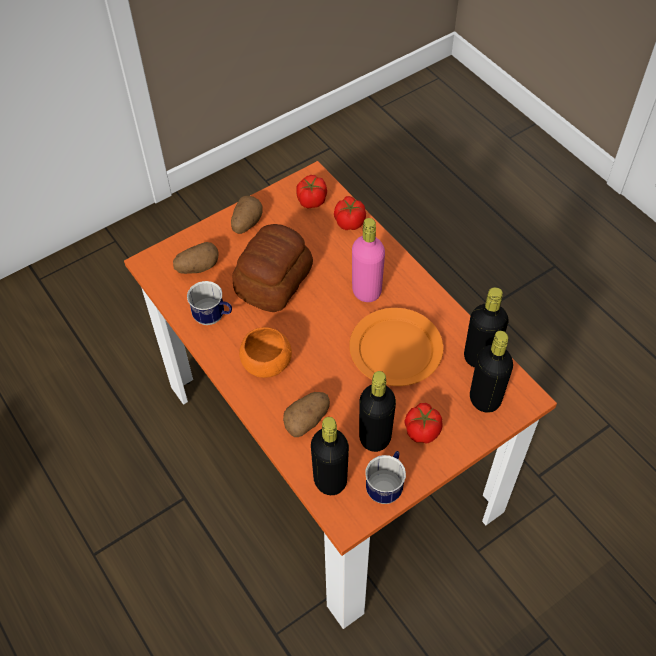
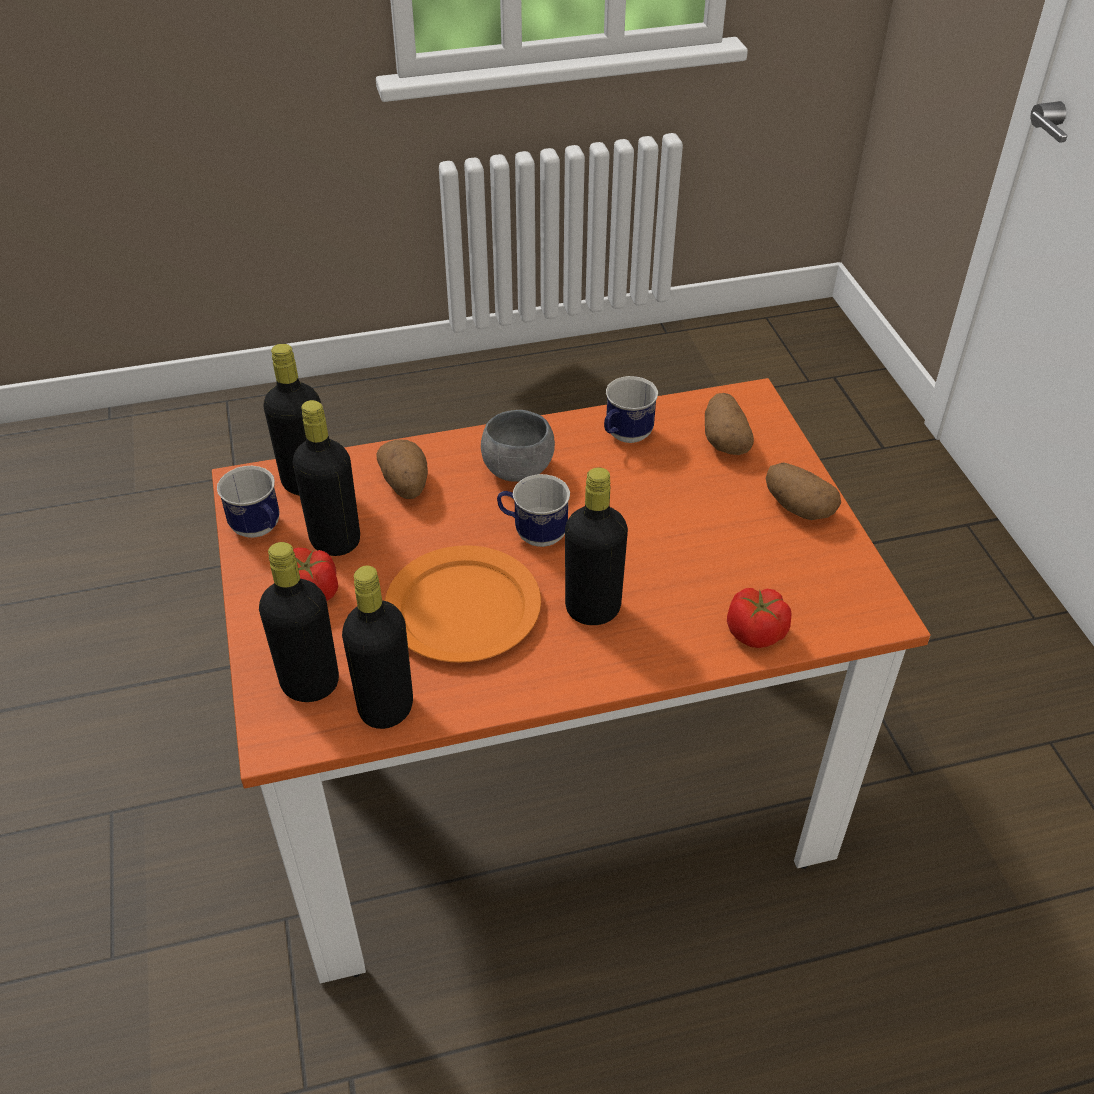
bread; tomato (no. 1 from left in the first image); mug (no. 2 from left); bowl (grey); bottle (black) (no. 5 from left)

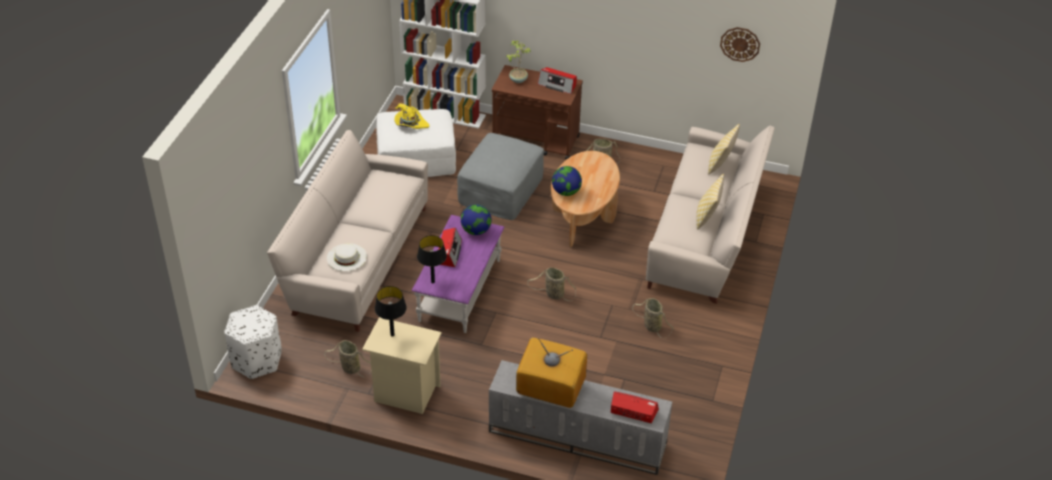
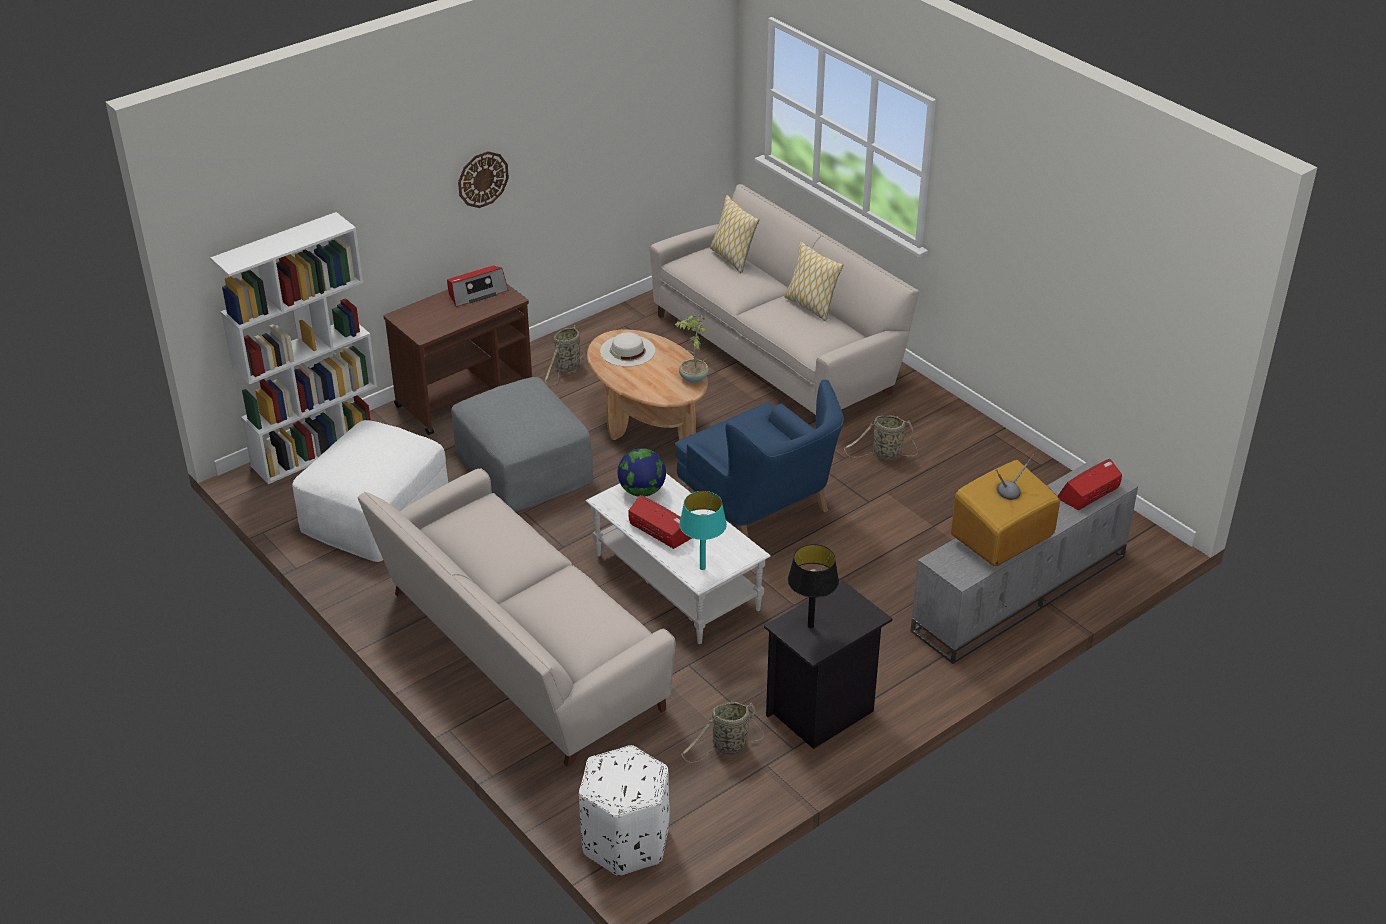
hat (yellow); globe (no. 2 from left in the first image); hat (white); potted plant; wall clock; armchair (blue); nightstand (black); coffee table (white); table lamp (turquoise)

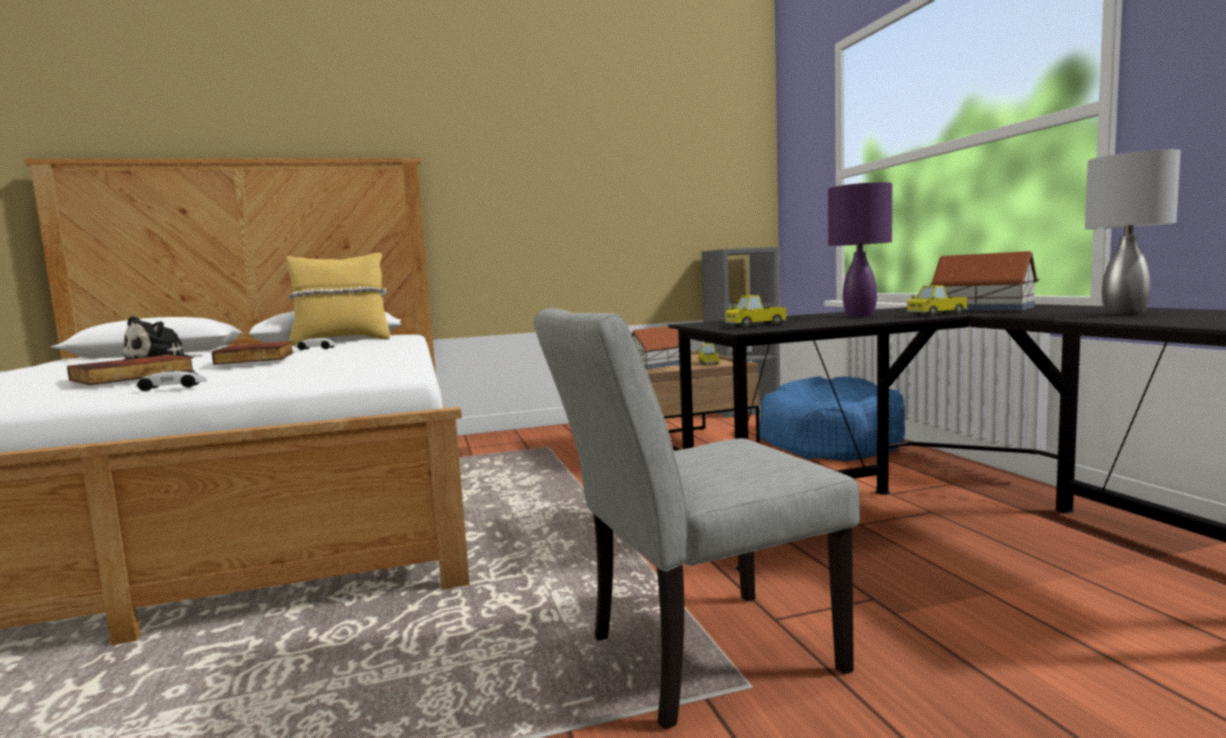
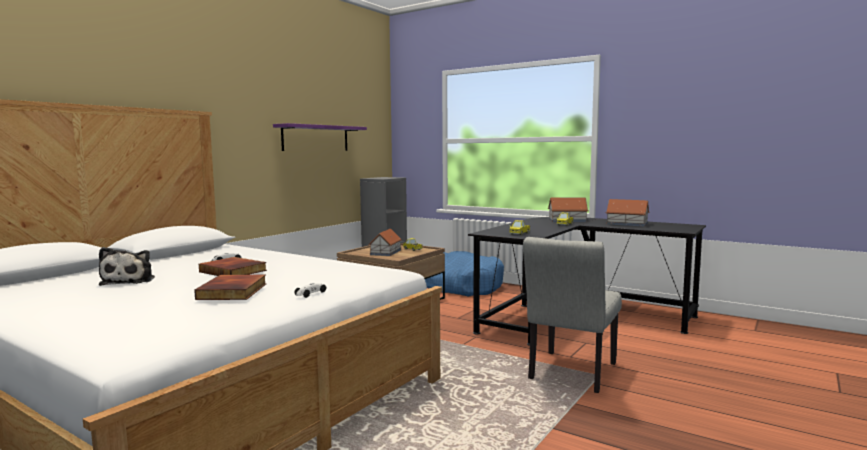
pillow (yellow); table lamp (purple); shelf (purple); toy house (no. 3 from left)

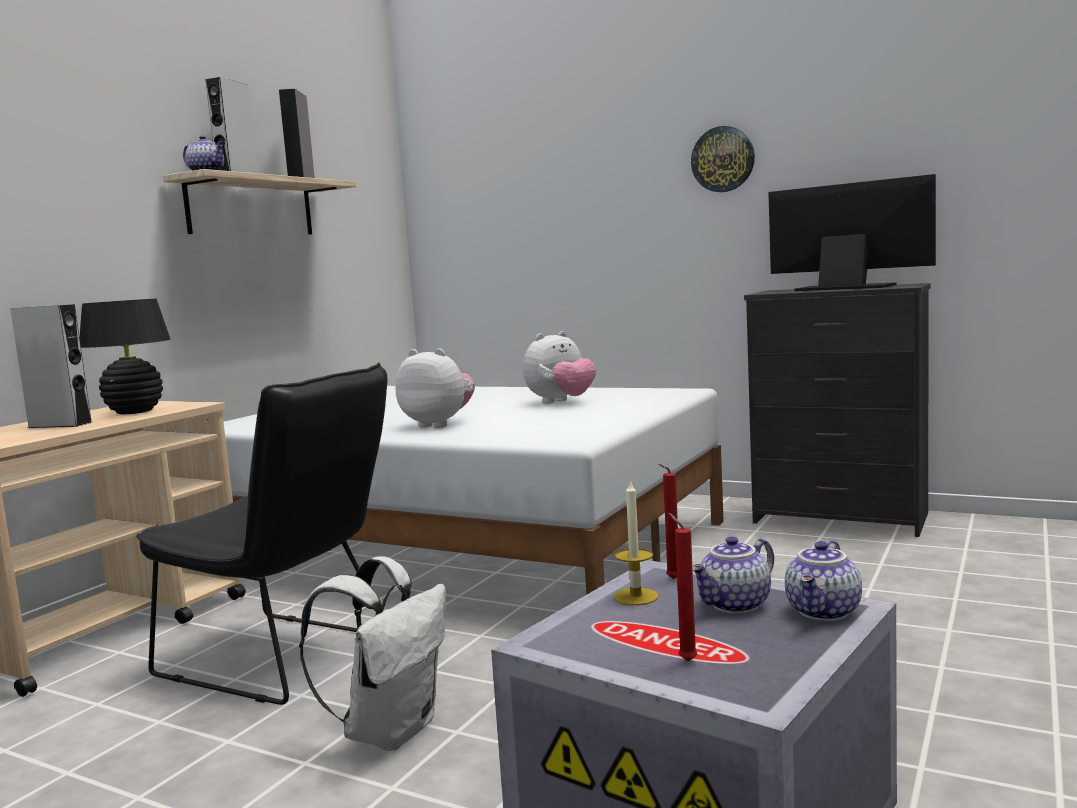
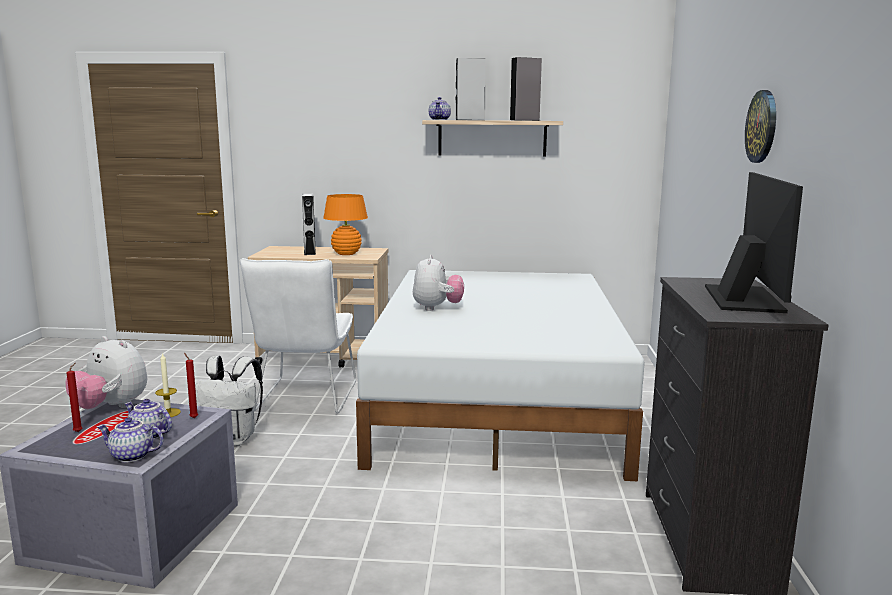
plush toy (no. 1 from left); table lamp (orange); chair (white)

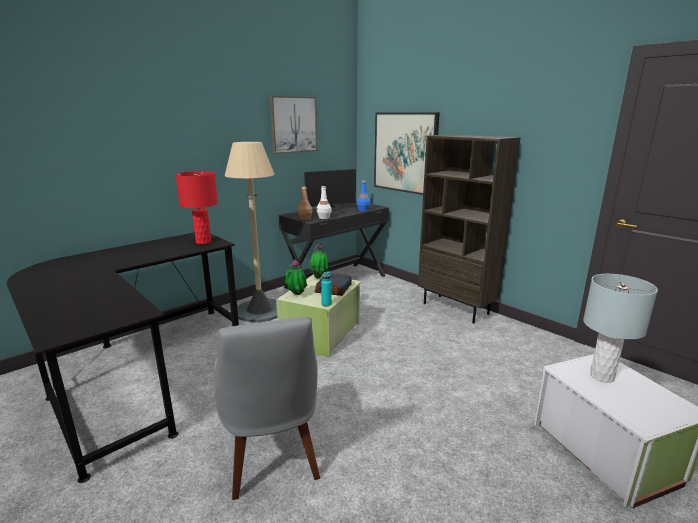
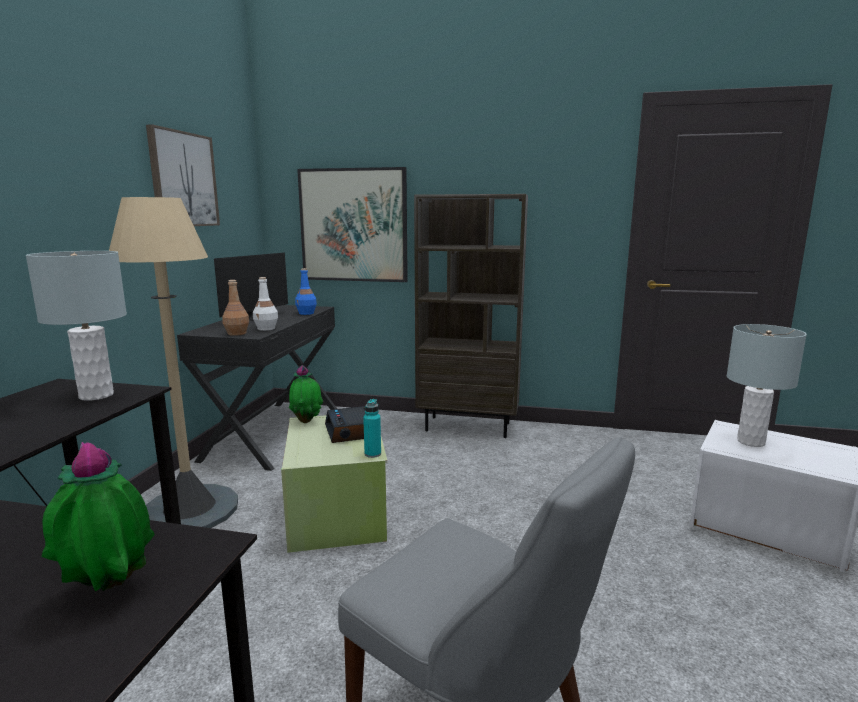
potted plant (no. 1 from left); table lamp (grey) (no. 1 from left)

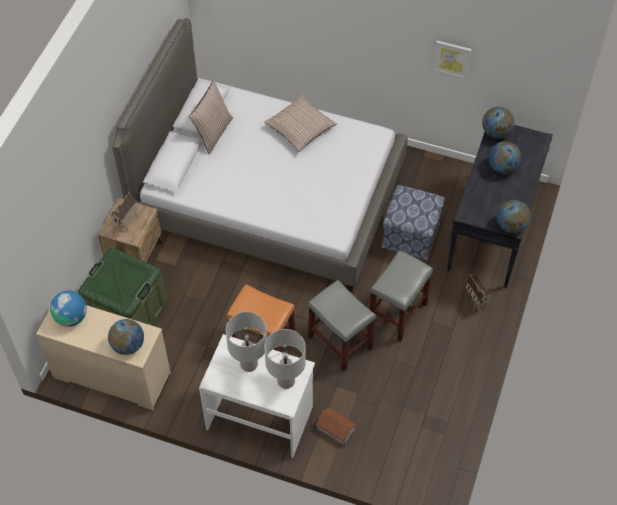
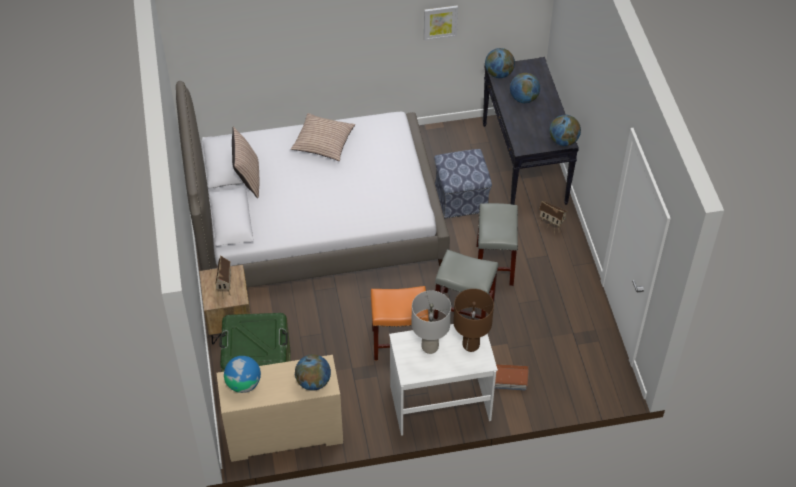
table lamp (brown)

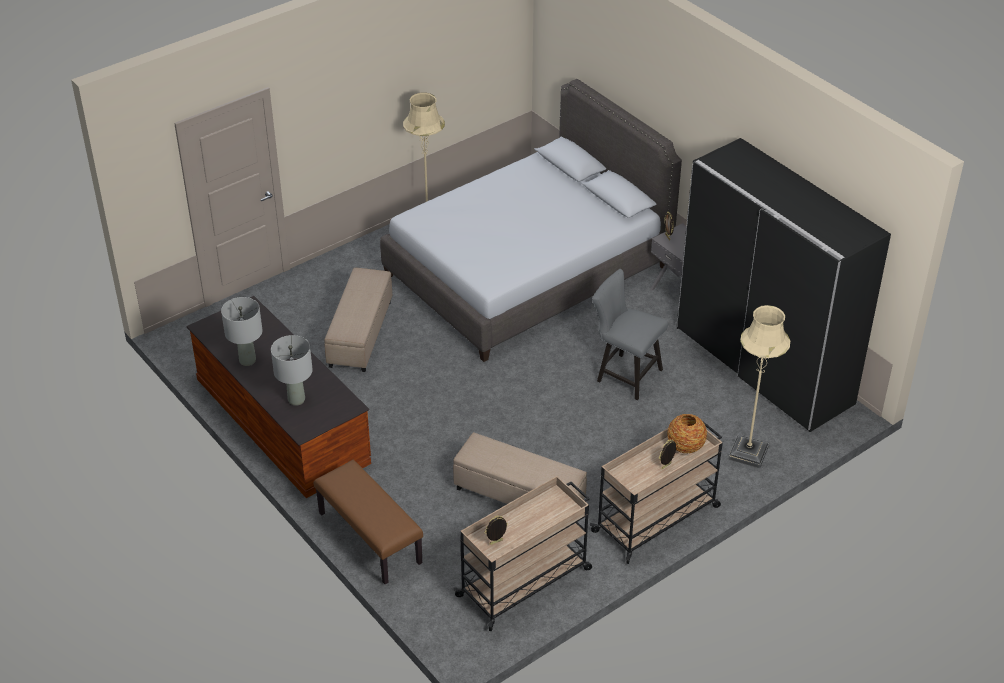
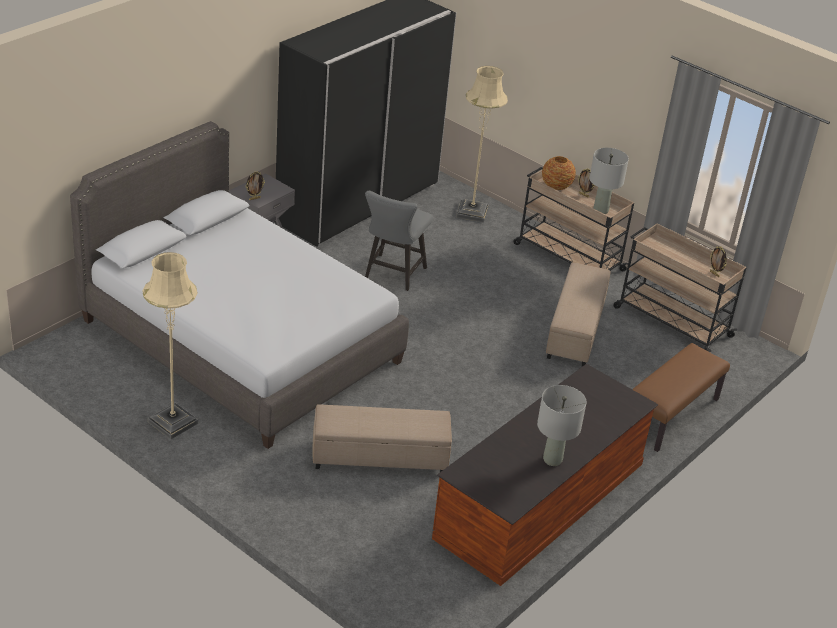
table lamp (grey) (no. 2 from left)

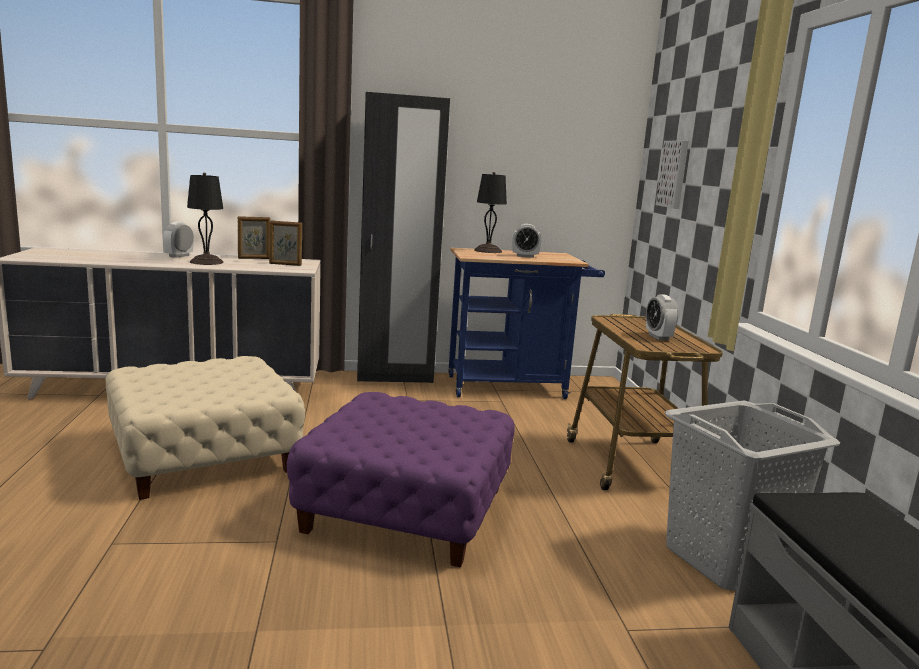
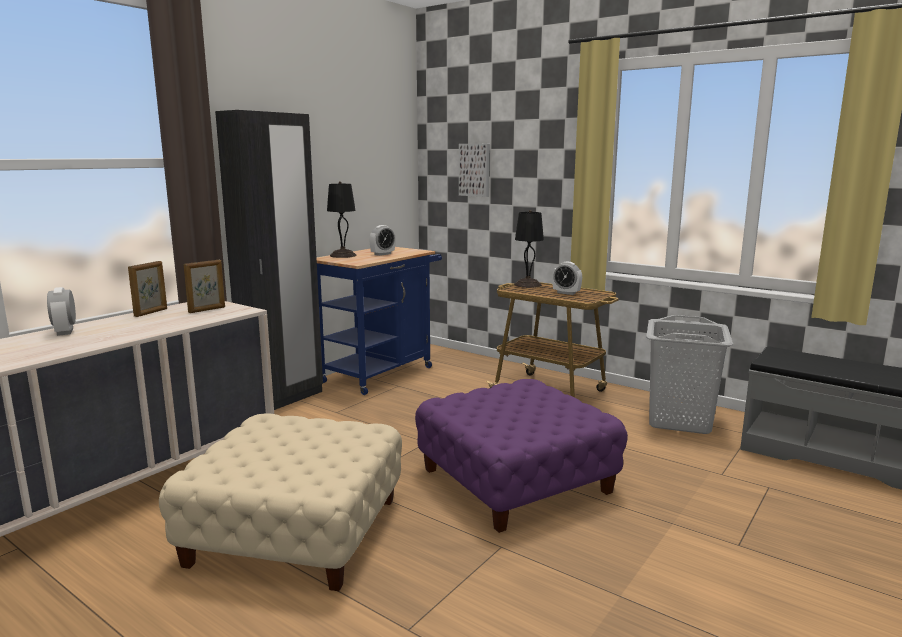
table lamp (black) (no. 2 from left)

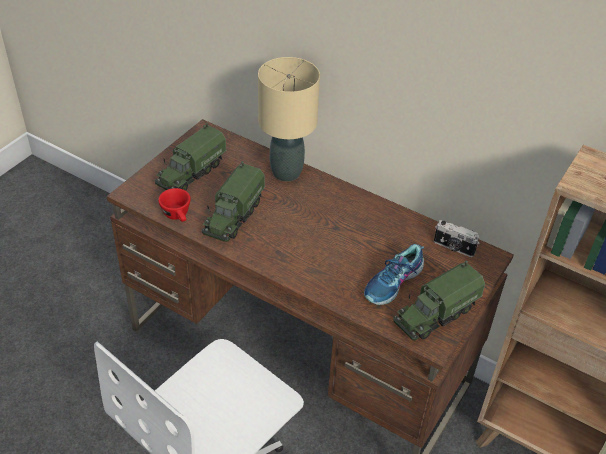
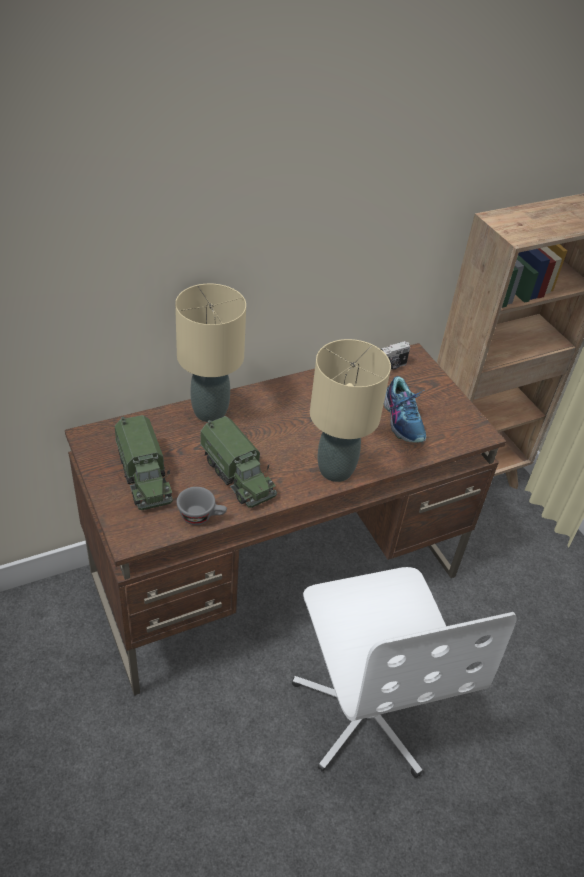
toy truck (no. 3 from left in the first image); table lamp (beige) (no. 2 from left); cup (grey)

